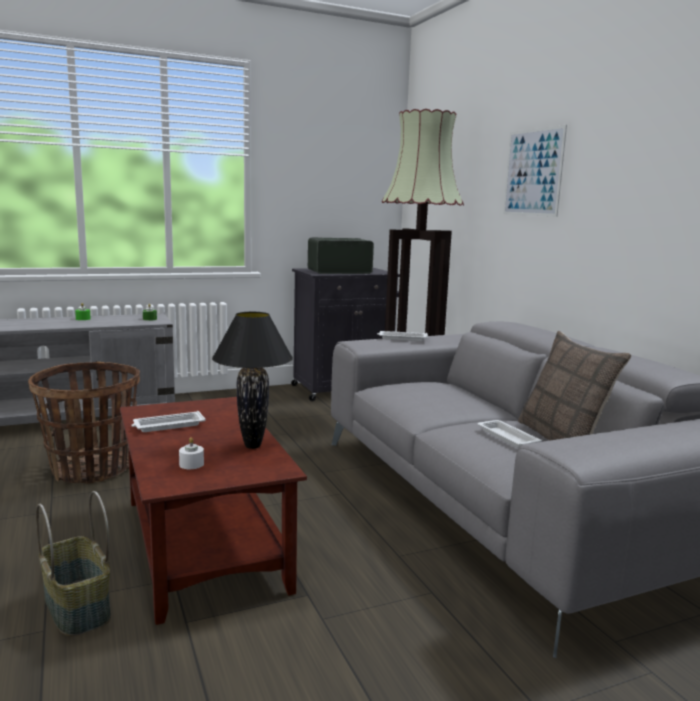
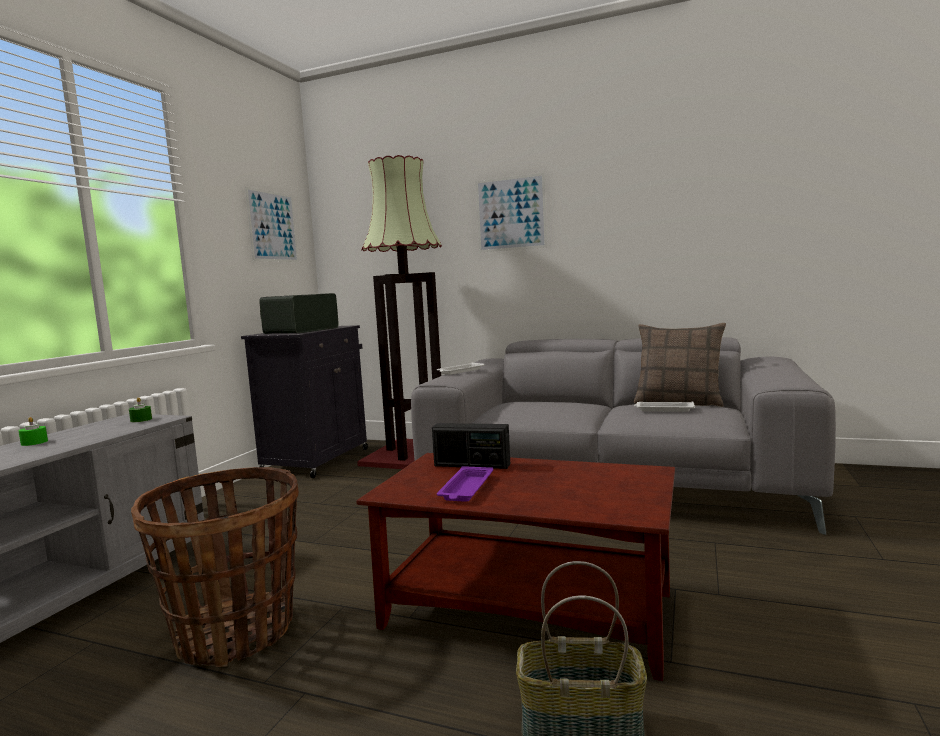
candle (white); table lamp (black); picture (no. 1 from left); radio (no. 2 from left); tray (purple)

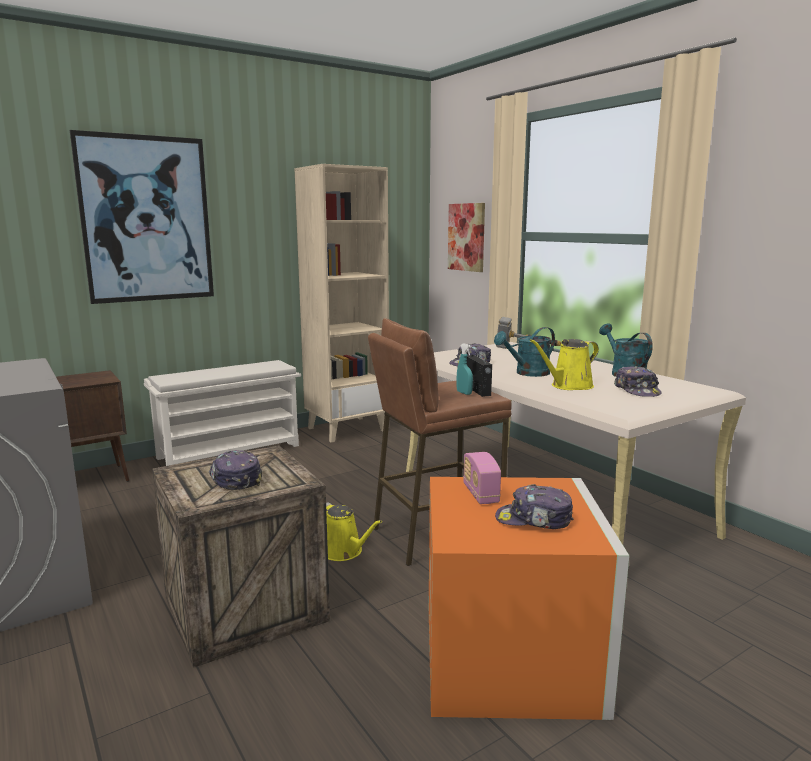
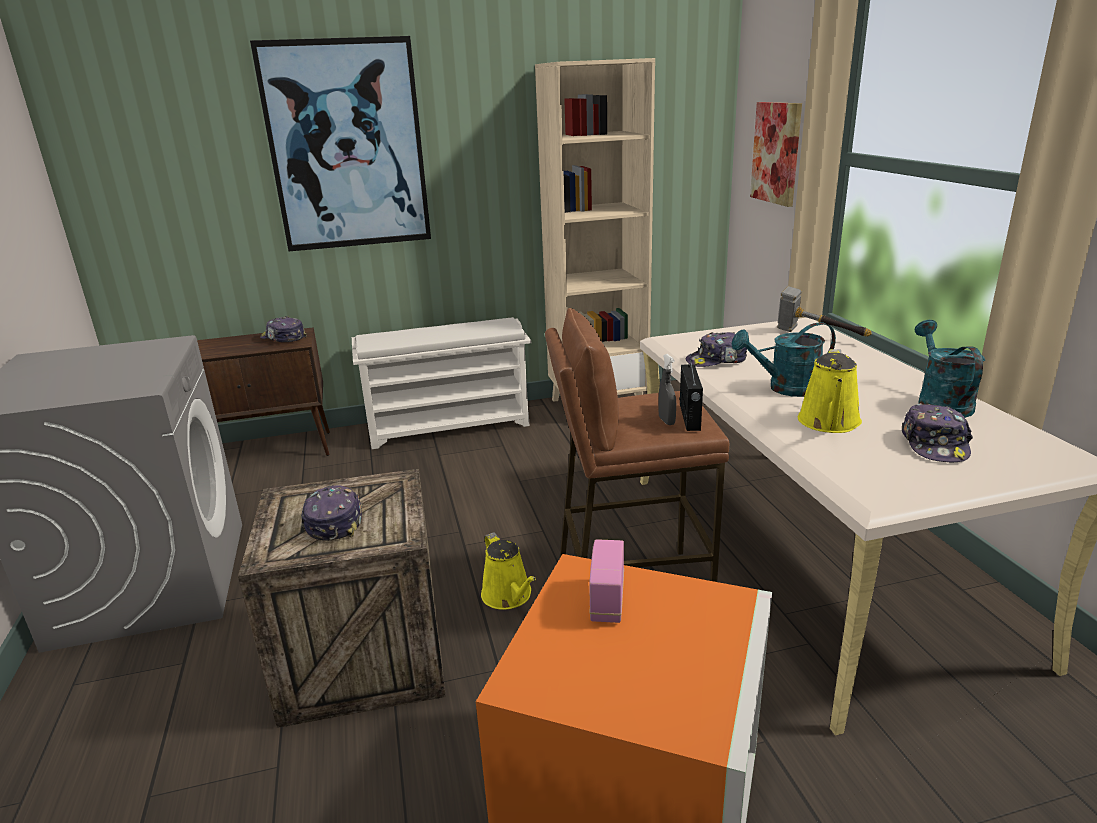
cap (no. 1 from left); spray bottle (grey); watering can (yellow) (no. 2 from left)

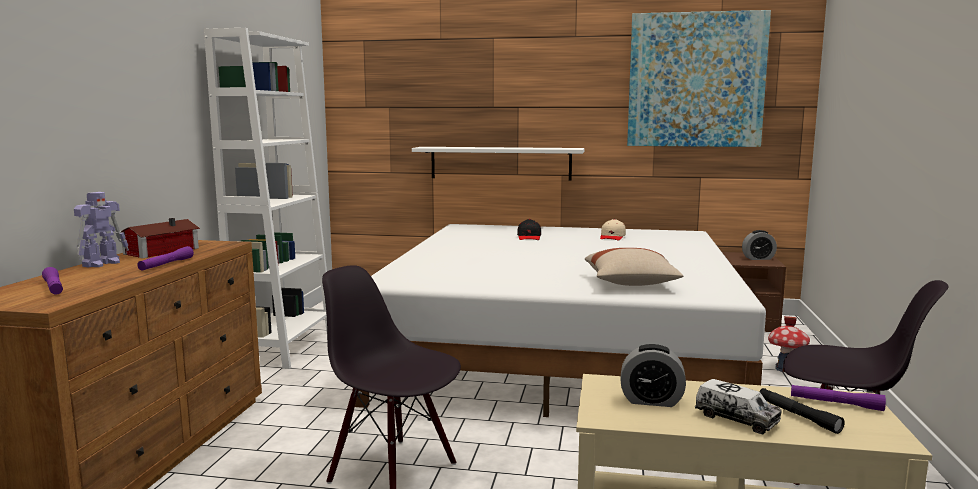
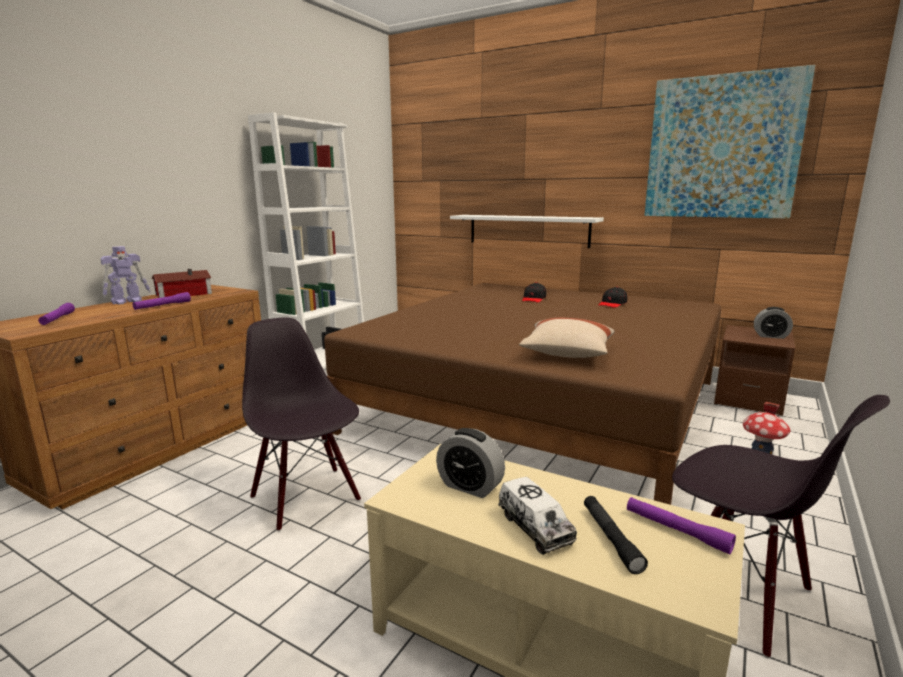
bed (brown); cap (black) (no. 2 from left)

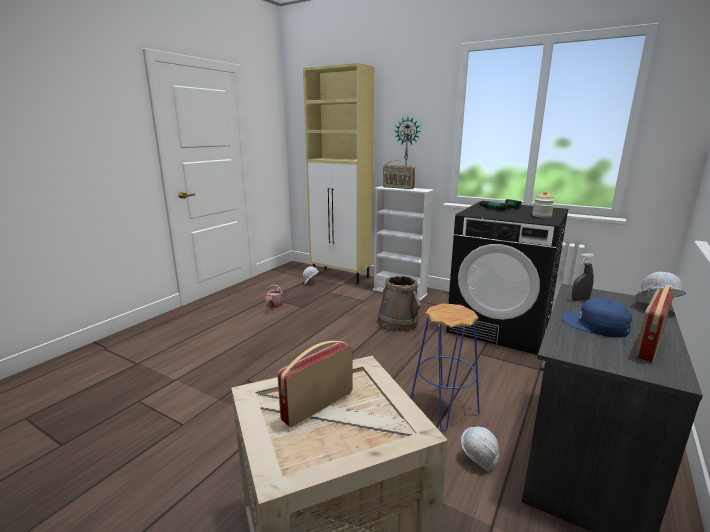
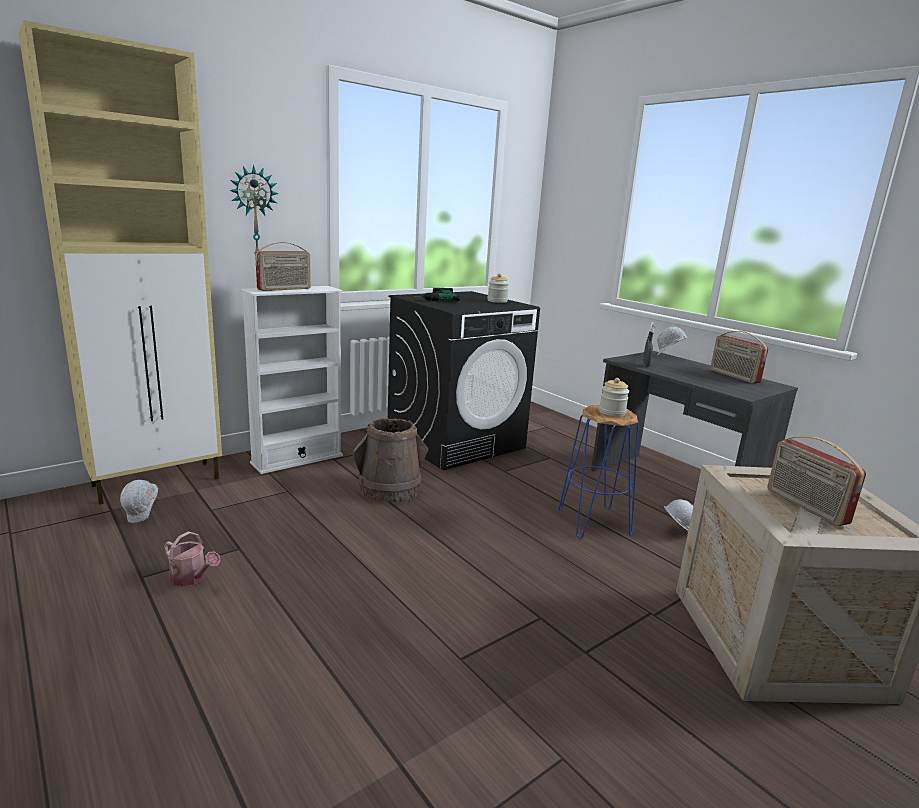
cap (blue); jar (no. 2 from left)

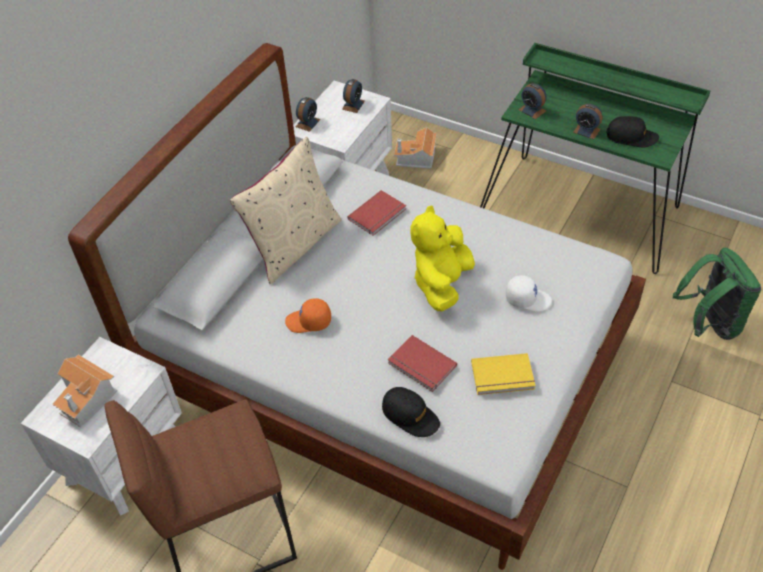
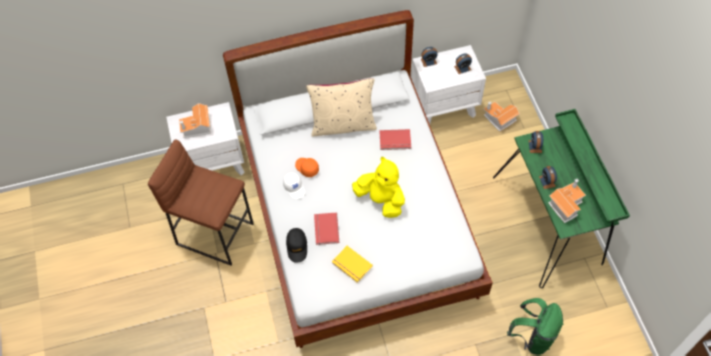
cap (white); toy house (no. 3 from left); plush toy (yellow)

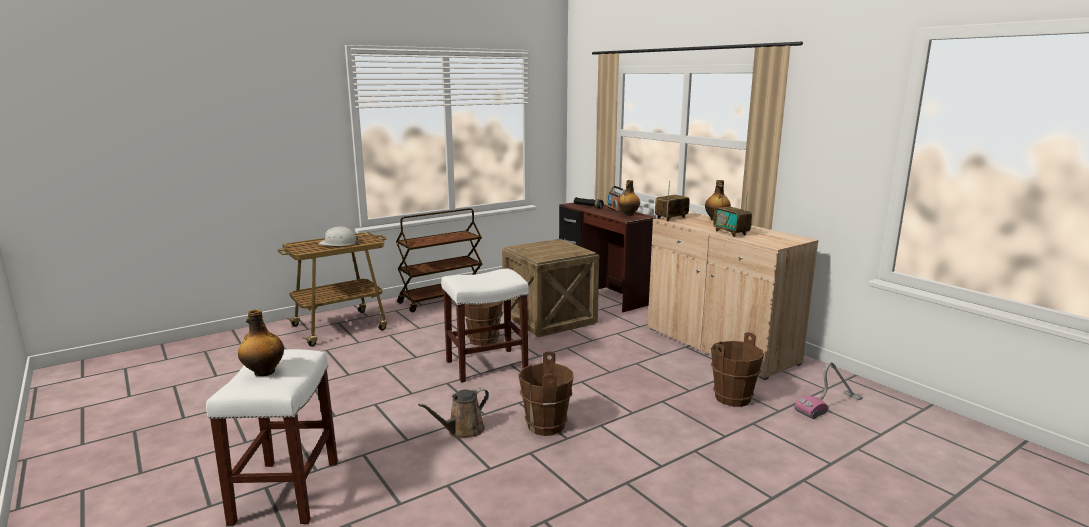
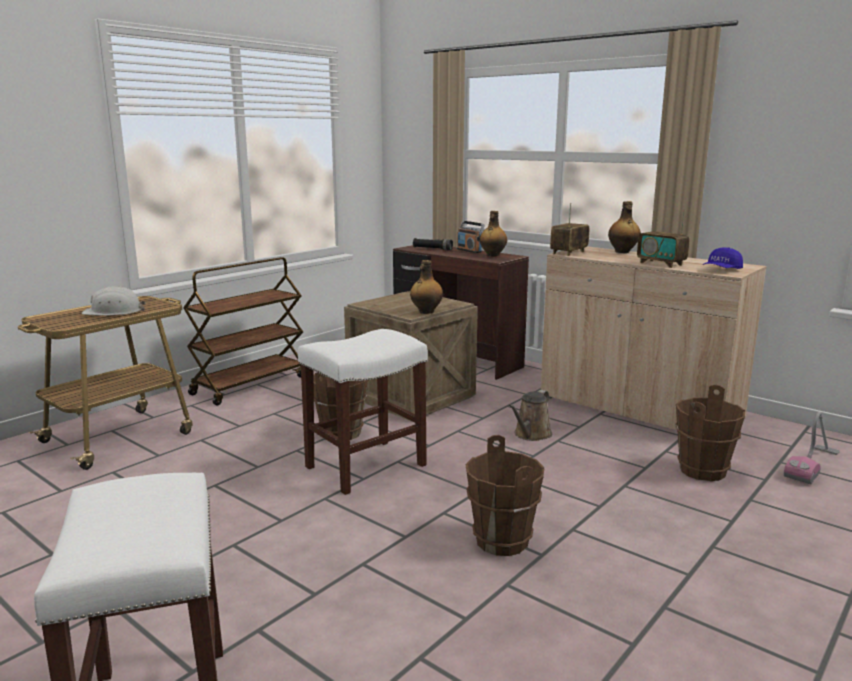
cap (blue); bottle (no. 1 from left); watering can (brown)

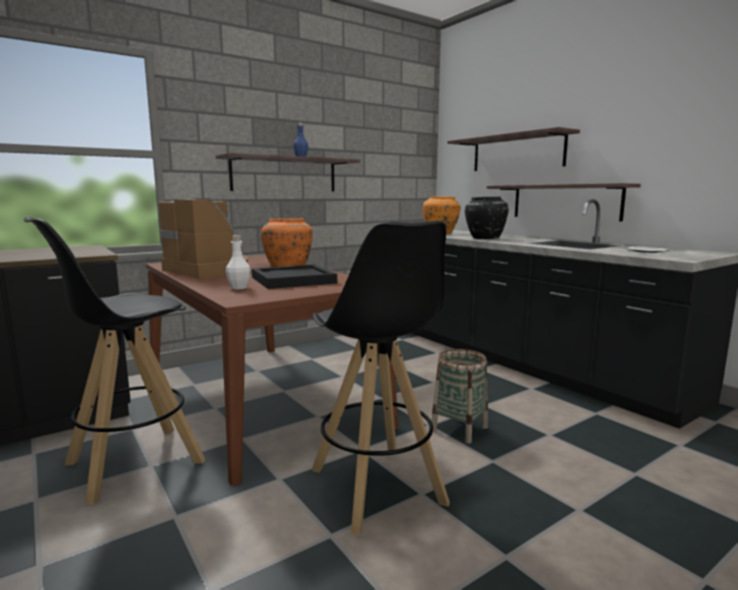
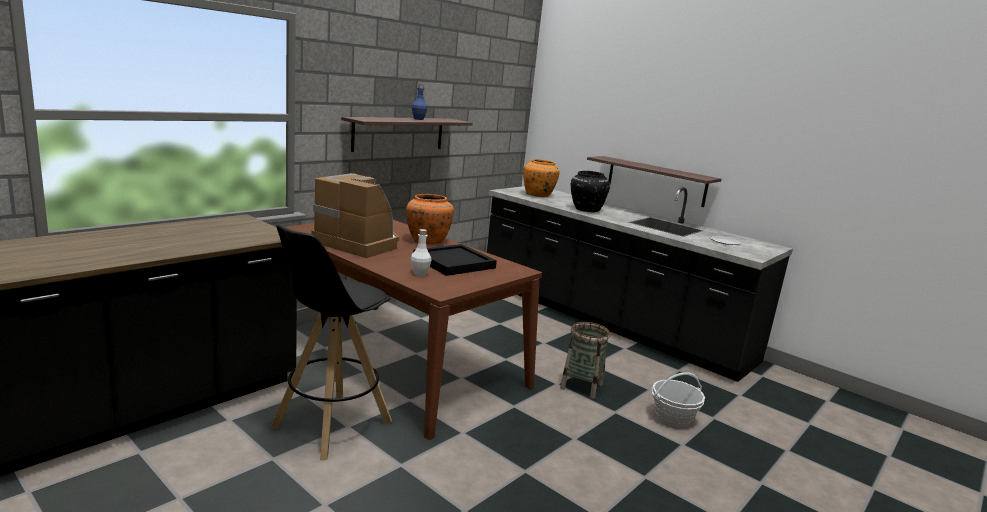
stool (black) (no. 2 from left in the first image); shelf (no. 2 from left in the first image); basket (no. 2 from left)

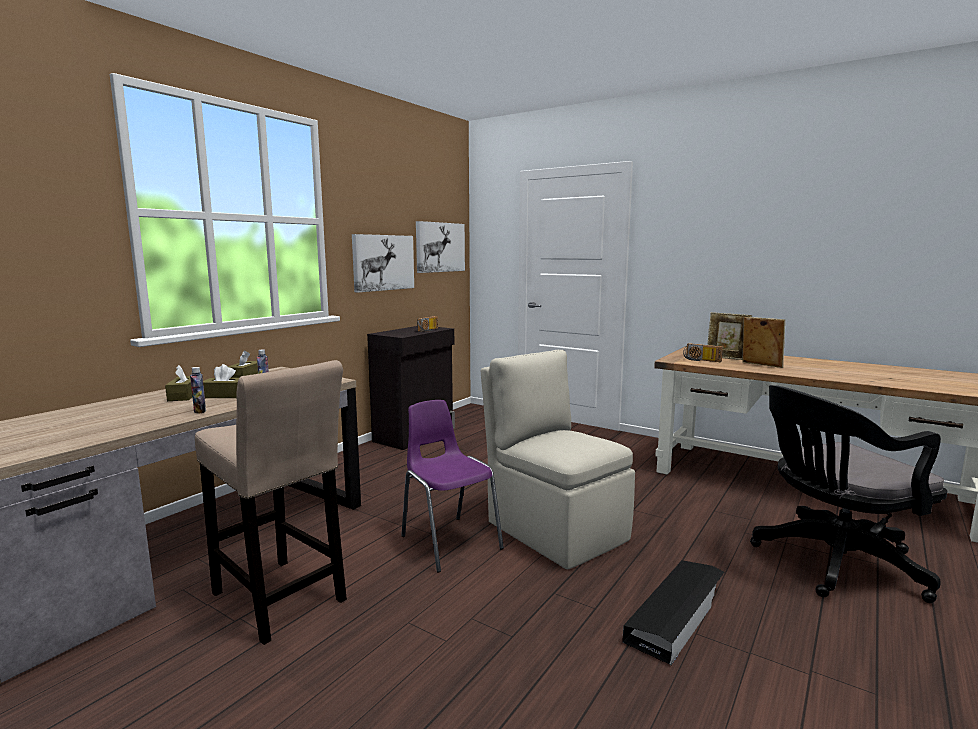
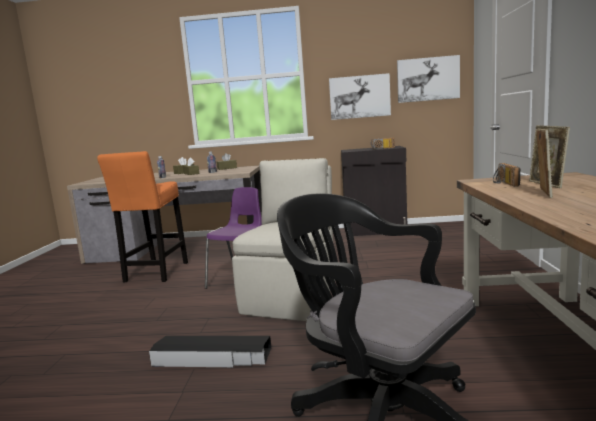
stool (orange)

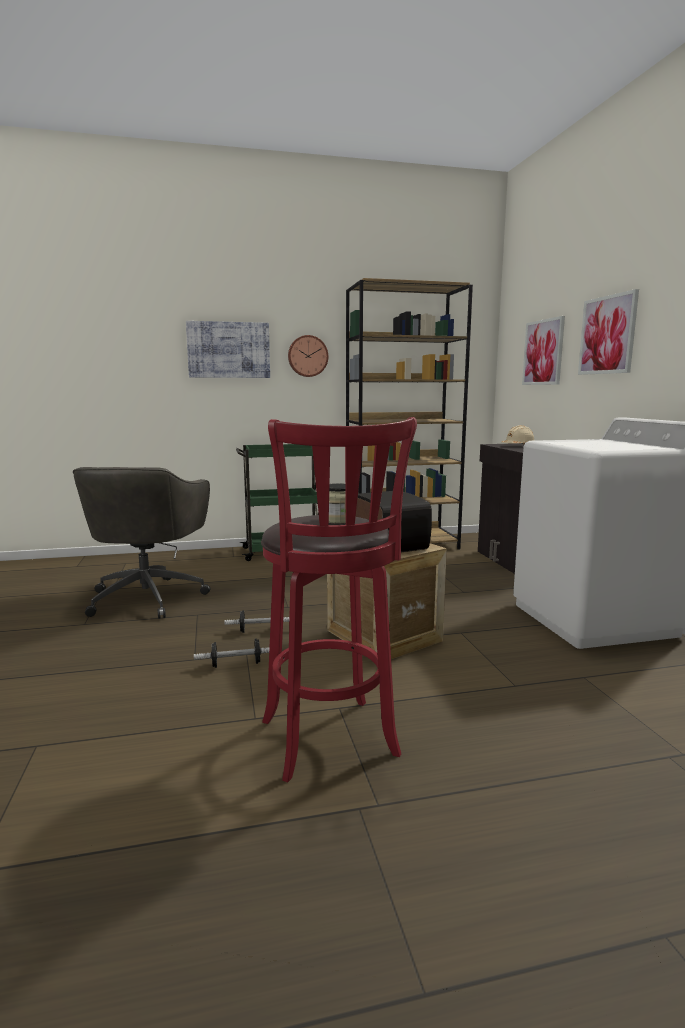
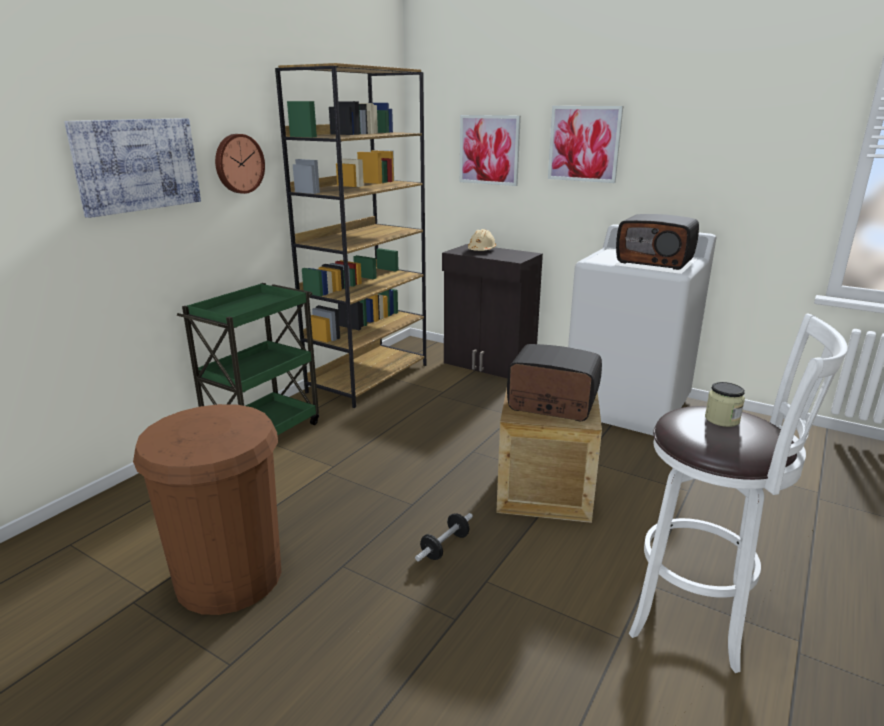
dumbbell (no. 1 from left in the first image); radio (no. 2 from left); trash can (brown); stool (white)

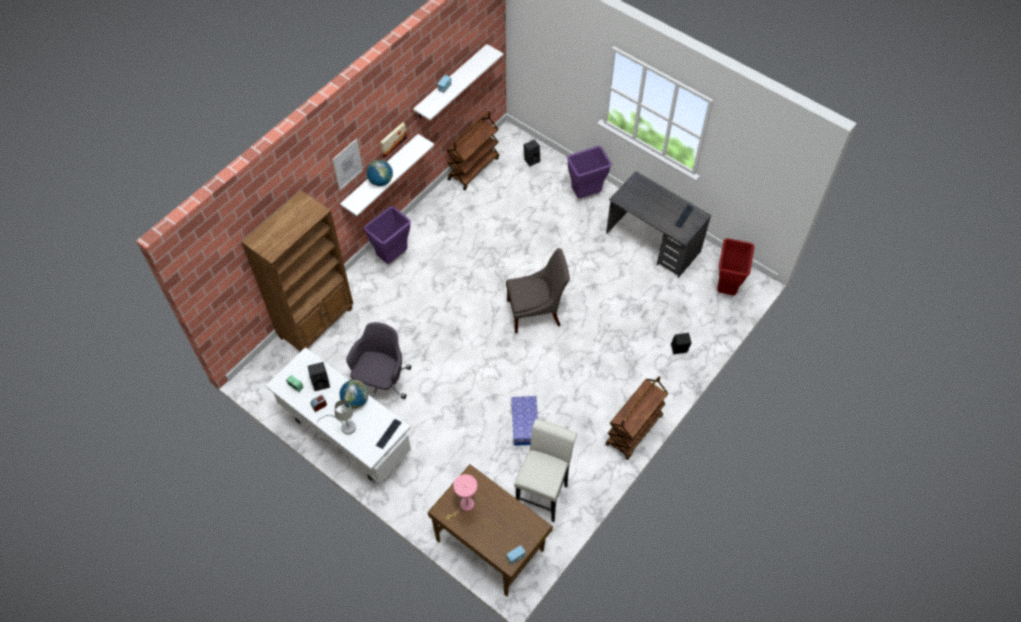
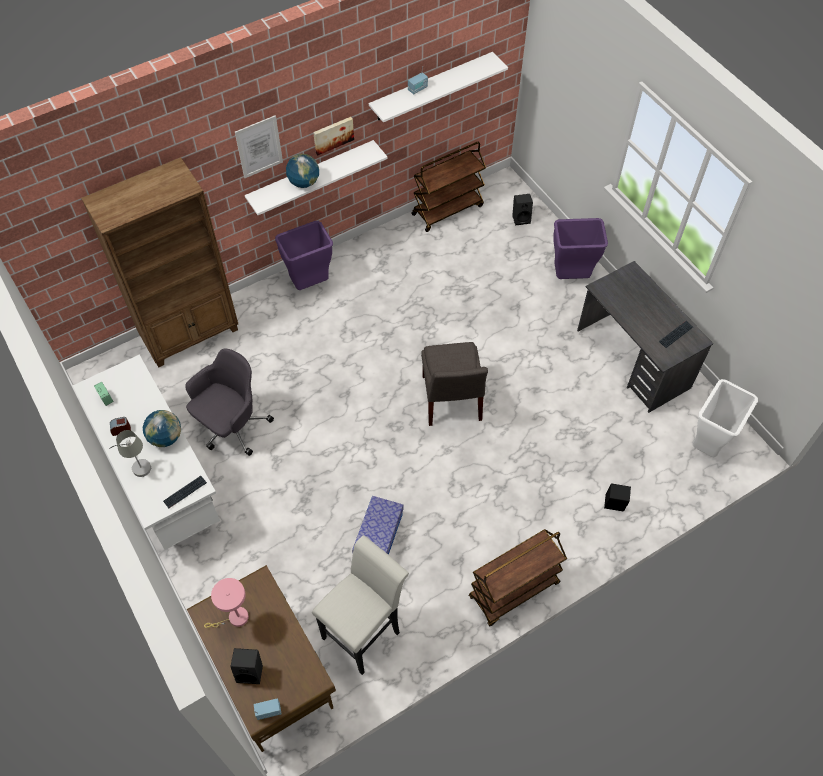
speaker (black) (no. 1 from left); trash can (white); chair (grey)

